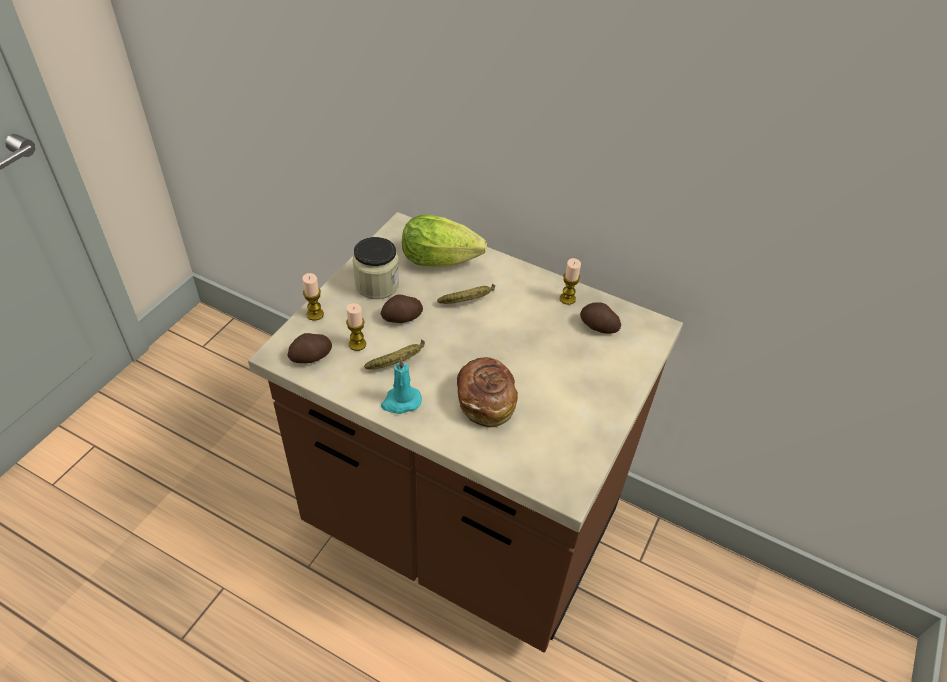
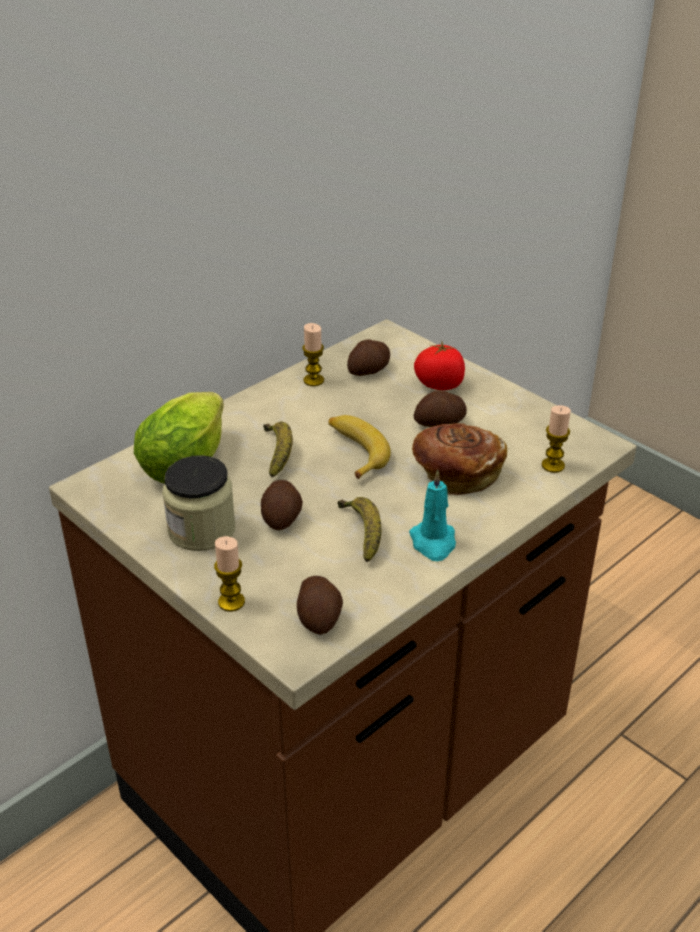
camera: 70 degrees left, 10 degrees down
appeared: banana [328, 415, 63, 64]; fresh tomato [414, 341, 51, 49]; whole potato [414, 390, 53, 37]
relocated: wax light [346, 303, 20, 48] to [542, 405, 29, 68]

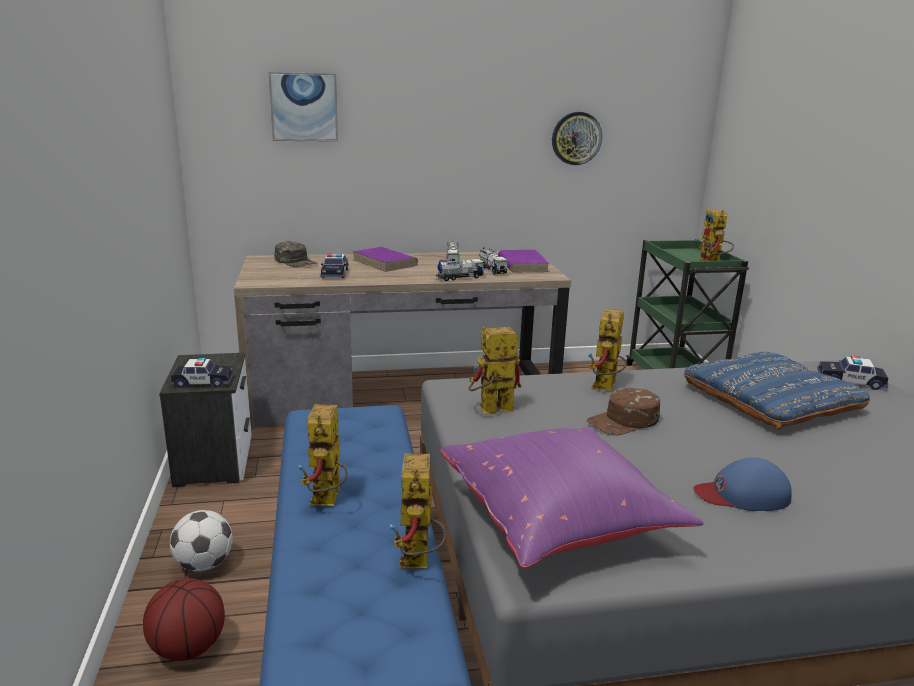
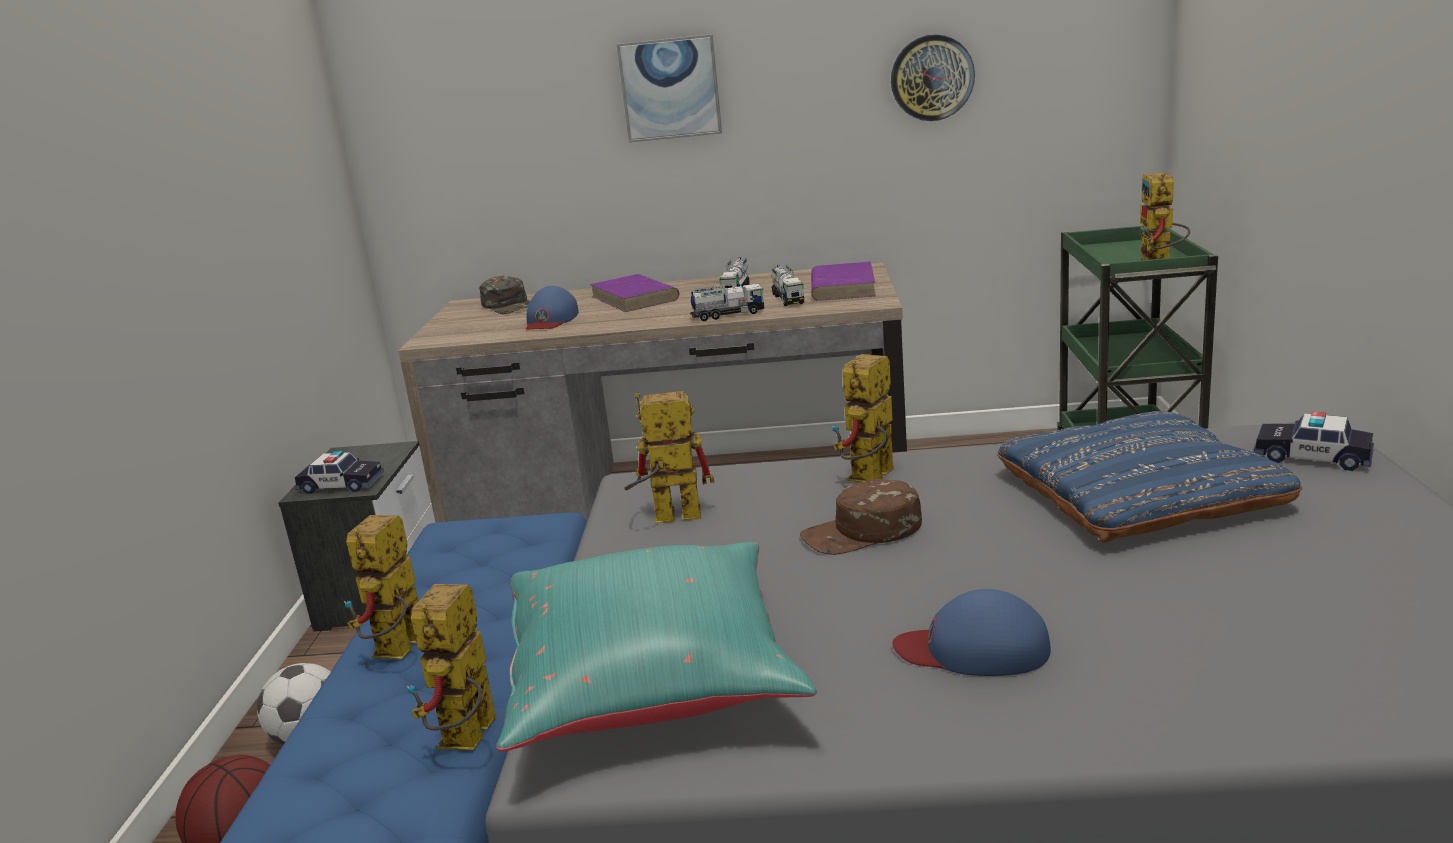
camera: 15 degrees right, 0 degrees up
relocated: wall art [269, 72, 69, 70] to [616, 34, 106, 108]
exchanged: toy car [320, 254, 29, 24] to blue cap [526, 286, 53, 44]
colour: purple throw pillow [440, 427, 263, 141] to blue-green throw pillow [496, 542, 321, 210]

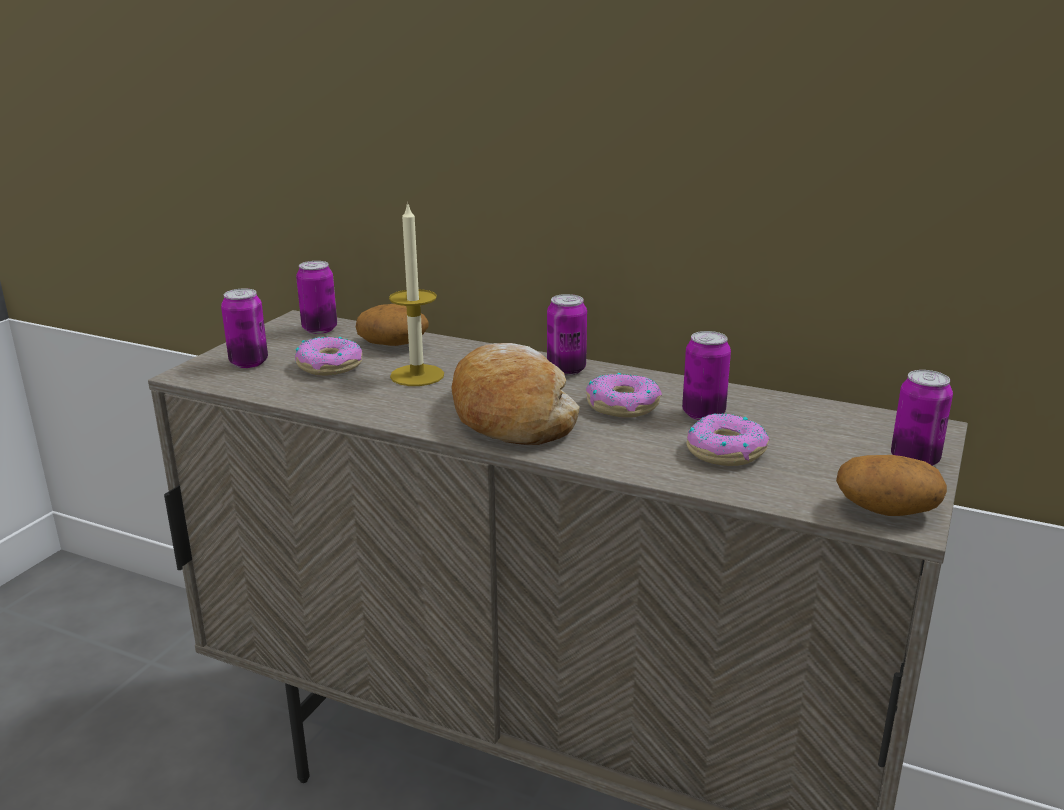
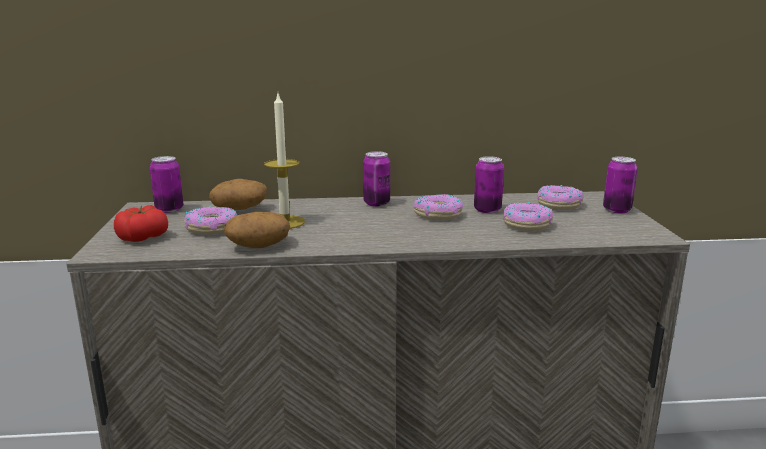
camera: 30 degrees left, 5 degrees down
missing: bakery bread [451, 343, 129, 102]
appeared: donut [538, 185, 46, 25]
relocated: whole potato [836, 455, 111, 61] to [224, 212, 66, 36]
exchanged: sealed can [221, 289, 47, 79] to fresh tomato [114, 205, 54, 37]

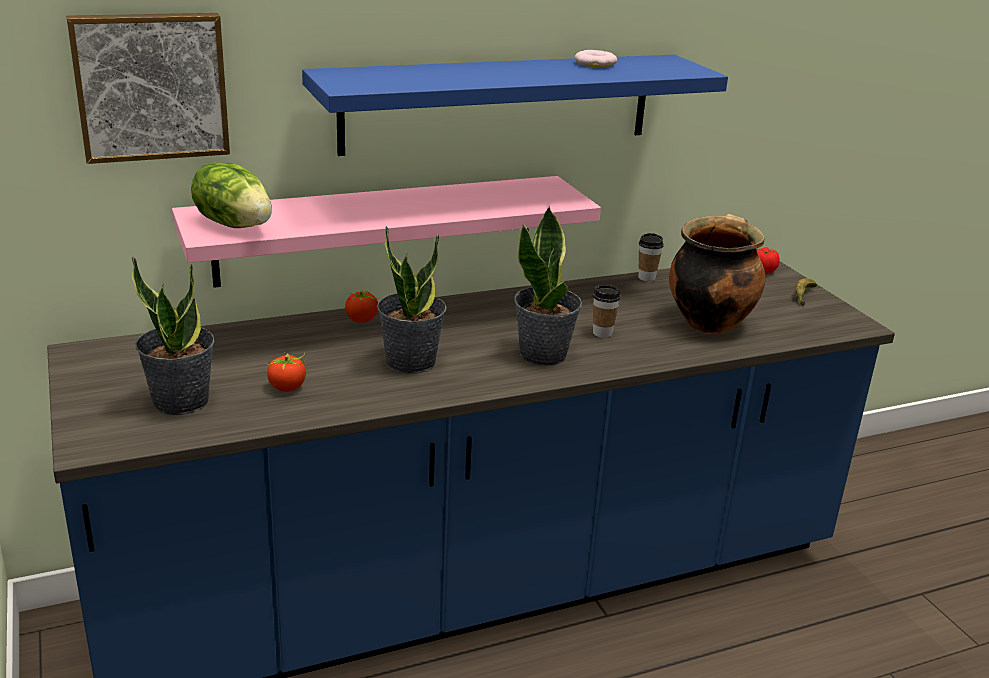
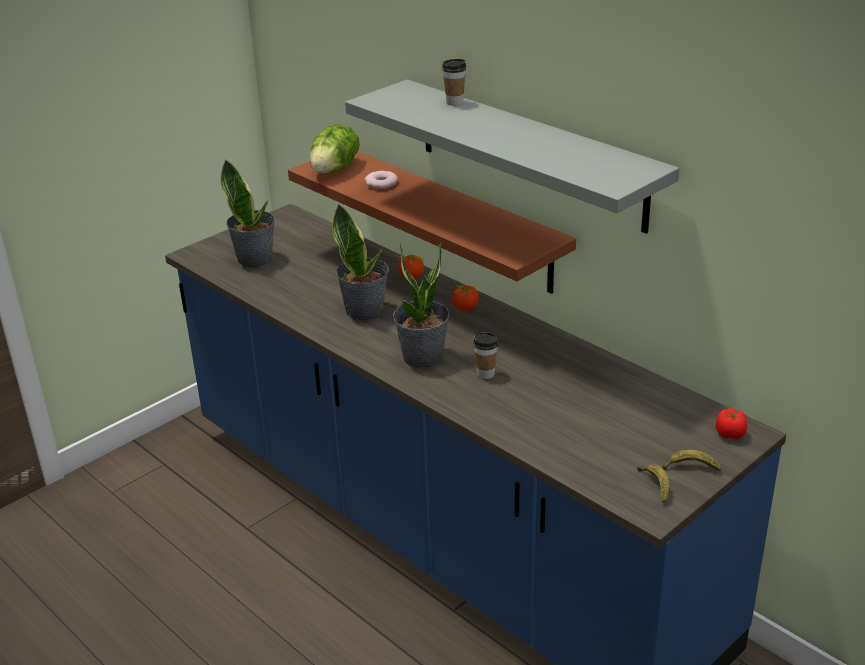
camera: 70 degrees right, 5 degrees up
missing: wall art [66, 13, 164, 151]; cooking pot [669, 214, 96, 120]
appeared: banana [637, 464, 33, 39]
relocated: donut [575, 50, 42, 18] to [365, 171, 33, 18]; cup [638, 233, 25, 48] to [442, 59, 24, 47]; fresh tomato [267, 352, 39, 40] to [452, 284, 27, 27]
colour: pinkish shelf [172, 176, 429, 112] to brown shelf [288, 152, 288, 142]; blue shelf [302, 55, 426, 101] to greyish shelf [345, 80, 334, 154]

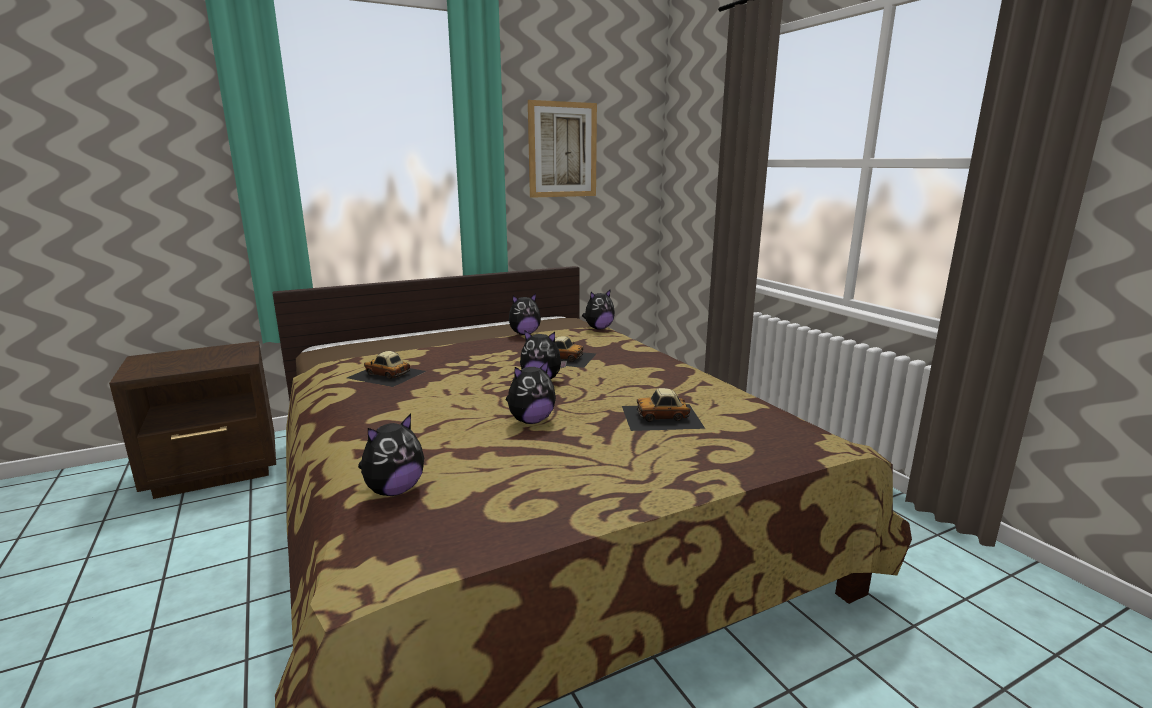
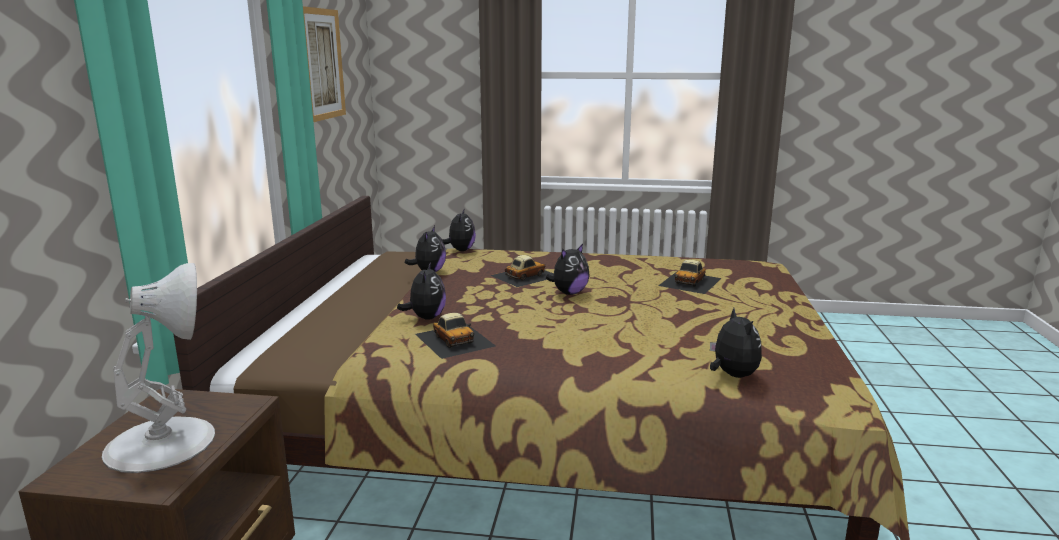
camera: 55 degrees left, 0 degrees up
appeared: white lamp for a table [102, 263, 113, 210]
relocated: plush toy [506, 361, 50, 63] to [397, 262, 49, 58]
spun: toy car [347, 351, 79, 36] = [415, 313, 80, 46] 90 degrees counterclockwise

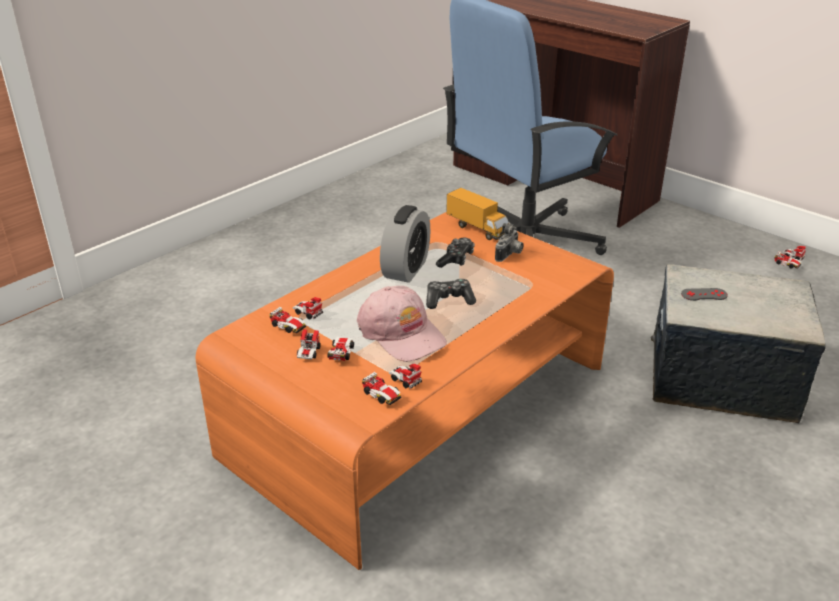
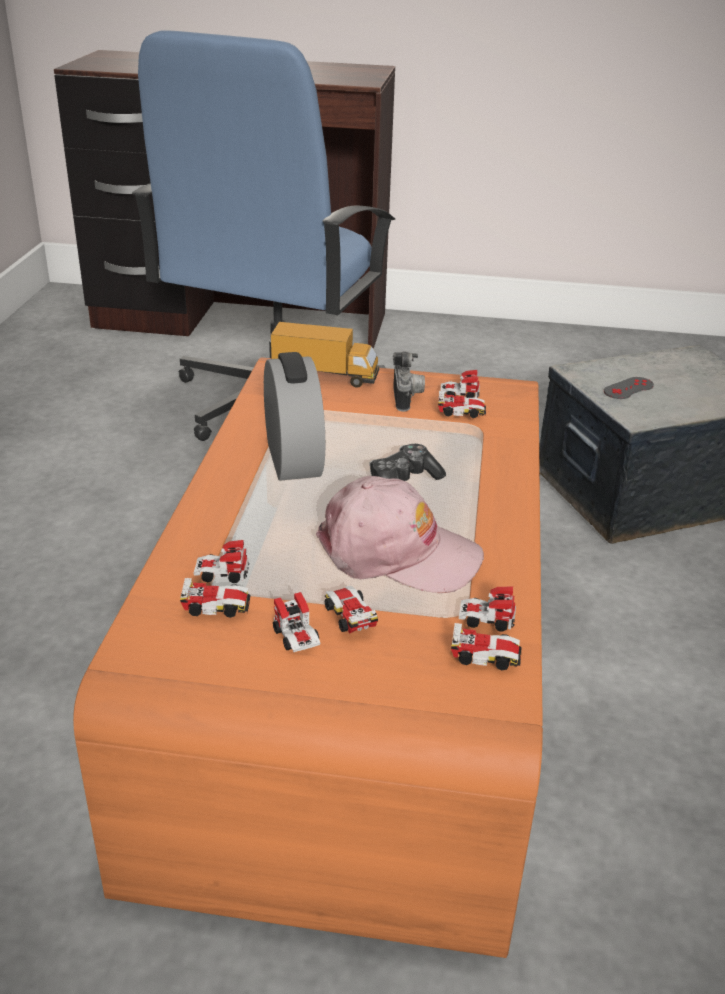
camera: 35 degrees left, 0 degrees up
missing: game controller [436, 238, 39, 30]
relocated: toy car [775, 246, 31, 22] to [438, 370, 48, 48]

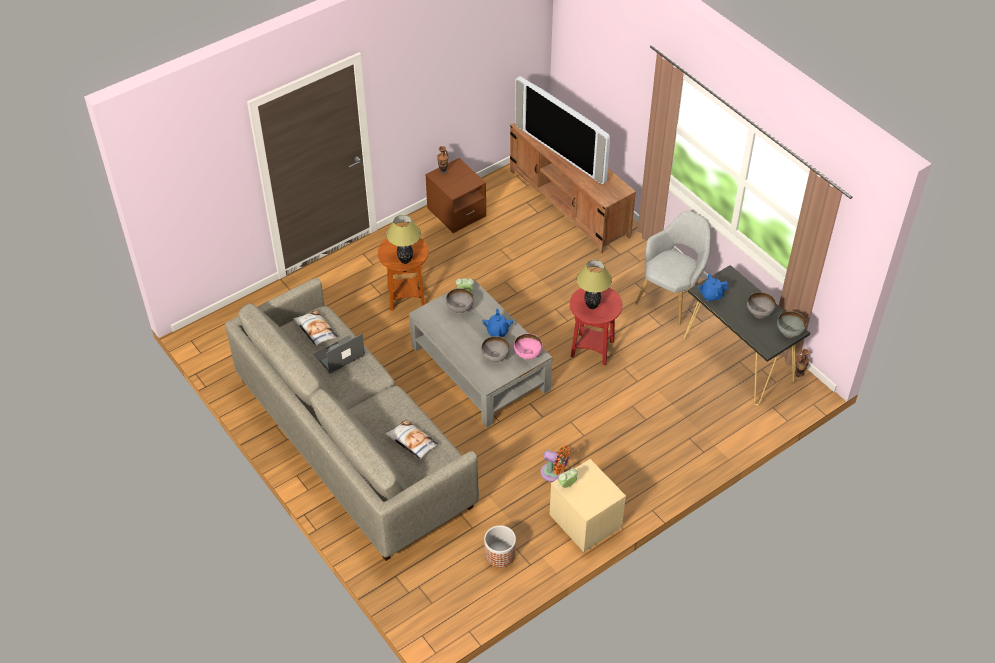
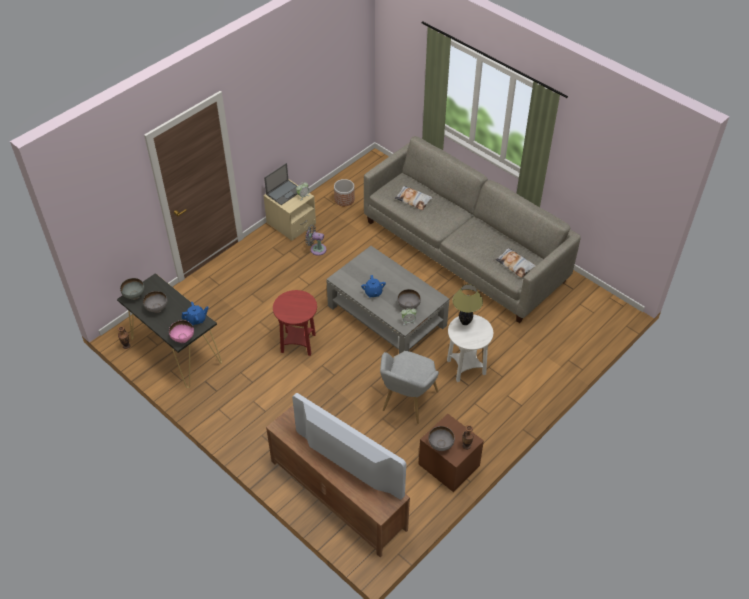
camera: 170 degrees right, 0 degrees up
missing: lamp for a table [576, 260, 36, 49]
relocated: pinkish serving bowl [514, 334, 28, 26] to [169, 320, 25, 23]; notebook computer [314, 333, 51, 41] to [264, 163, 33, 42]; greyish armchair [635, 210, 76, 116] to [380, 351, 59, 73]; greyish serving bowl [481, 336, 29, 27] to [428, 426, 27, 25]
colour: orange-coloured electric fan [540, 445, 30, 37] to greyish electric fan [305, 224, 21, 32]; brown accent table [378, 238, 51, 73] to white accent table [447, 314, 46, 68]

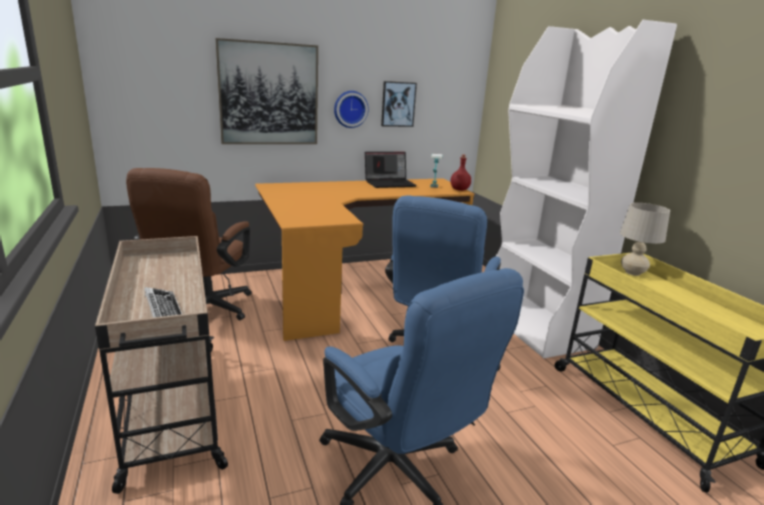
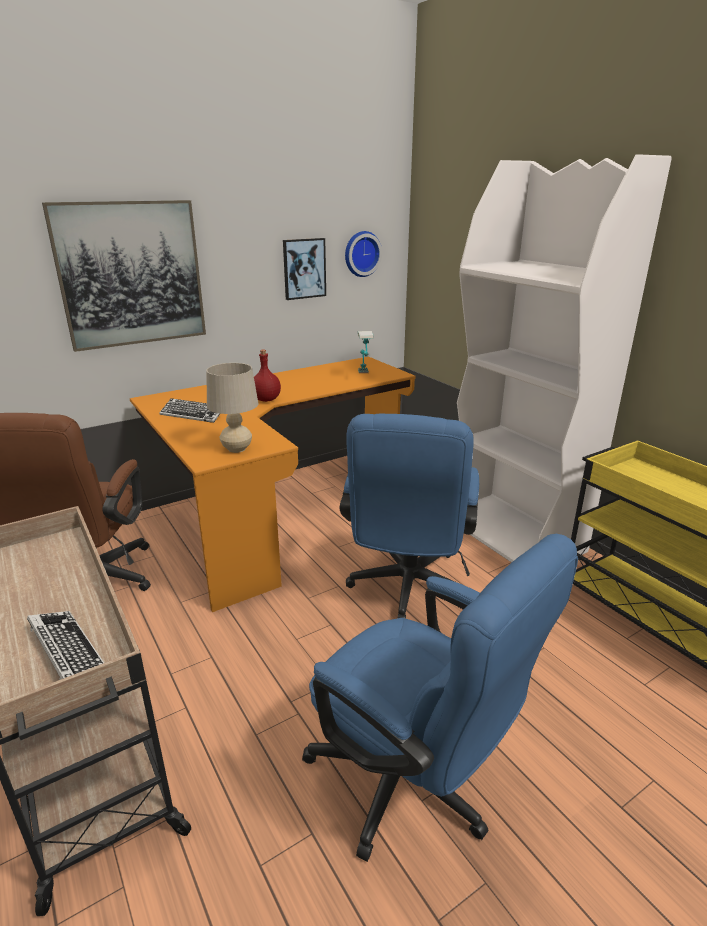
camera: 10 degrees left, 5 degrees up
missing: notebook computer [365, 152, 52, 36]
appeared: PC keyboard [159, 398, 61, 25]
relocated: beige lamp for a table [620, 203, 50, 73] to [206, 363, 53, 90]; reddish bottle [450, 155, 21, 36] to [254, 350, 27, 52]; wall clock [334, 91, 35, 37] to [345, 231, 37, 46]

